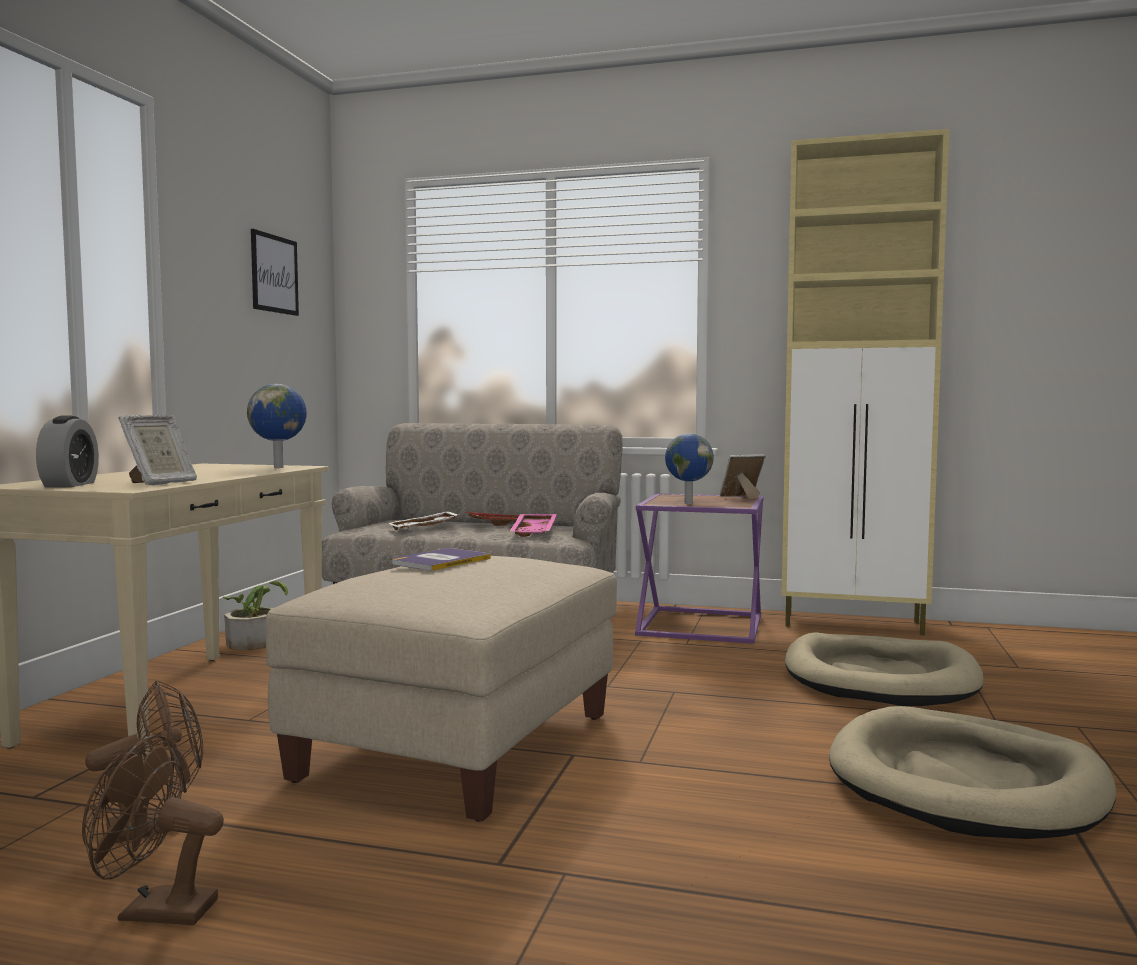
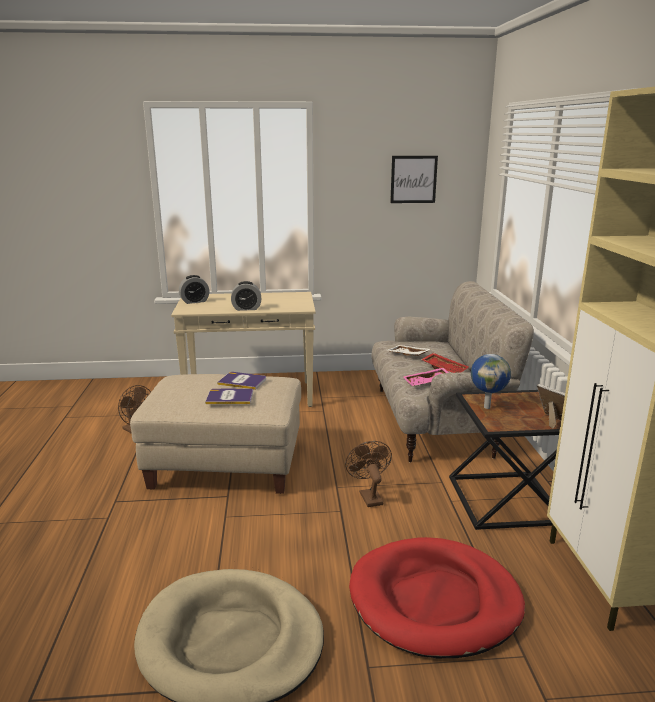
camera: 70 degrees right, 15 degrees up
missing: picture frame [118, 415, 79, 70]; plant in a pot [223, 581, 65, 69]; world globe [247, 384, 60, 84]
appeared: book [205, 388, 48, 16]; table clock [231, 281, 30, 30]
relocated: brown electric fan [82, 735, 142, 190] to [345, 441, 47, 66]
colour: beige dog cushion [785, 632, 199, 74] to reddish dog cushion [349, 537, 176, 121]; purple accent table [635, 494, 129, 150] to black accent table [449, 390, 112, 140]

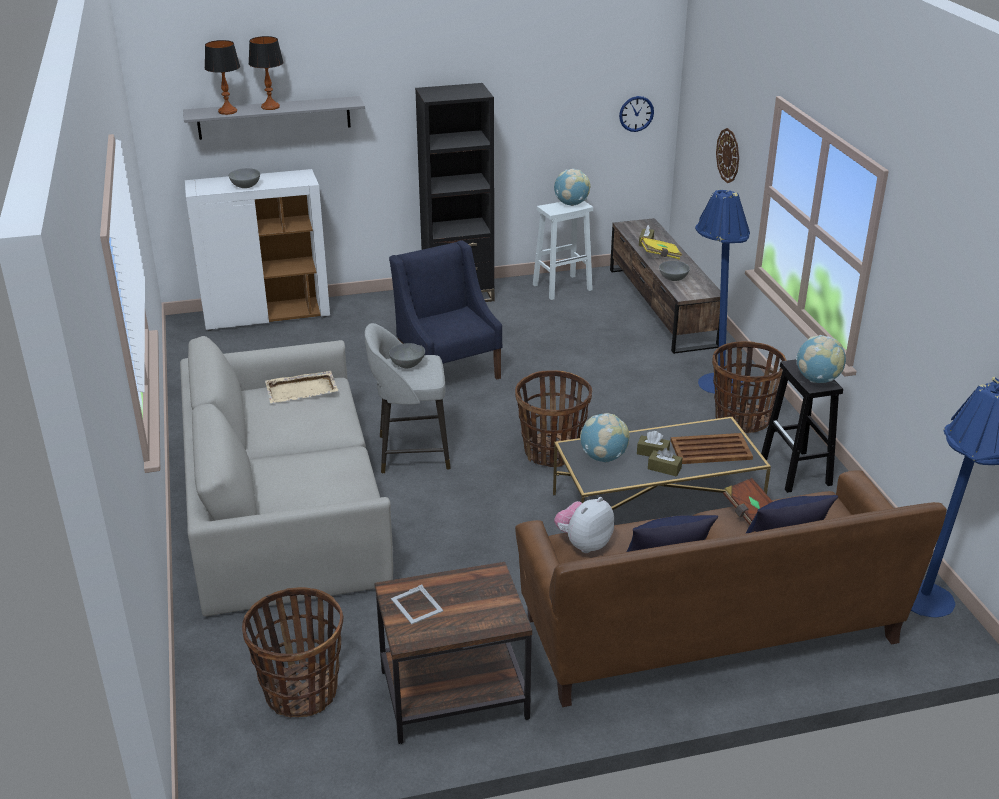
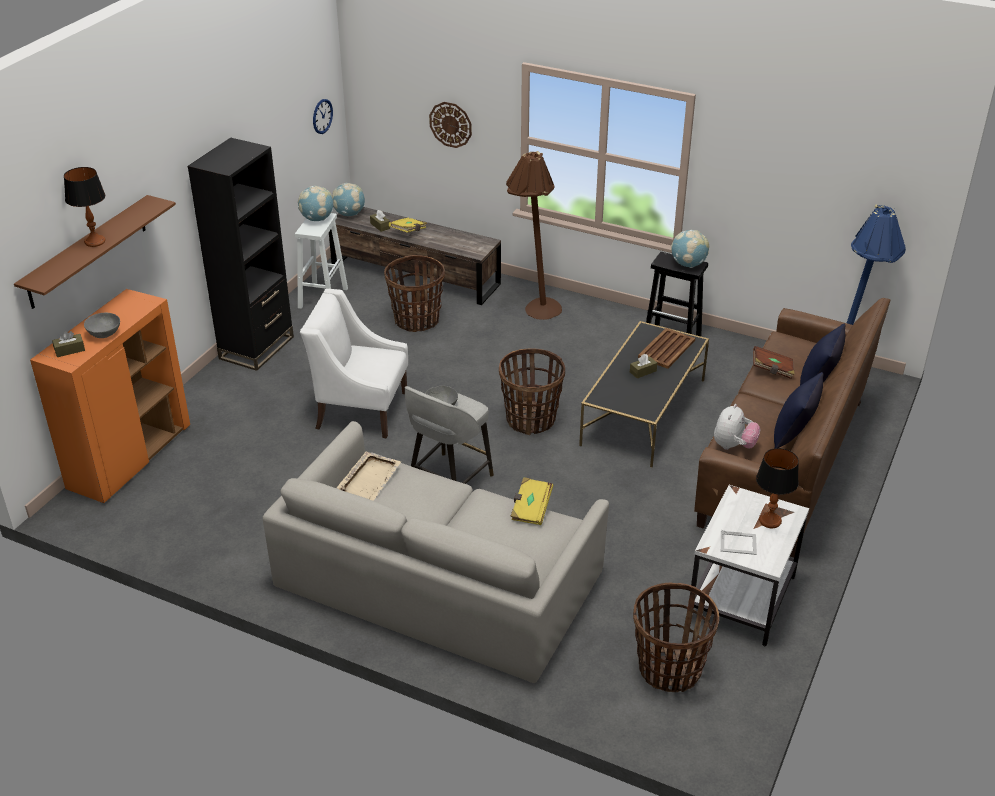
camera: 50 degrees left, 5 degrees up
missing: greyish serving bowl [659, 261, 31, 20]
appeared: yellowish book [510, 477, 43, 48]
relocated: brown tissue holder [648, 448, 34, 29] to [52, 331, 33, 26]; world globe [580, 413, 50, 50] to [332, 183, 33, 33]; basket [712, 341, 74, 92] to [384, 255, 61, 77]; lamp for a table [205, 40, 35, 75] to [756, 448, 43, 80]
colour: greyish shelf [183, 96, 182, 44] to brown shelf [14, 195, 162, 114]; white cabinet [185, 169, 145, 162] to orange-coloured cabinet [30, 289, 160, 214]; blue armchair [389, 240, 114, 139] to white armchair [300, 289, 108, 149]; blue floor lamp [695, 190, 55, 204] to brown floor lamp [506, 151, 56, 169]; brown accent table [374, 562, 158, 182] to white accent table [691, 485, 118, 162]
spun: plush toy [554, 497, 60, 56] = [714, 404, 47, 46] 150 degrees counterclockwise

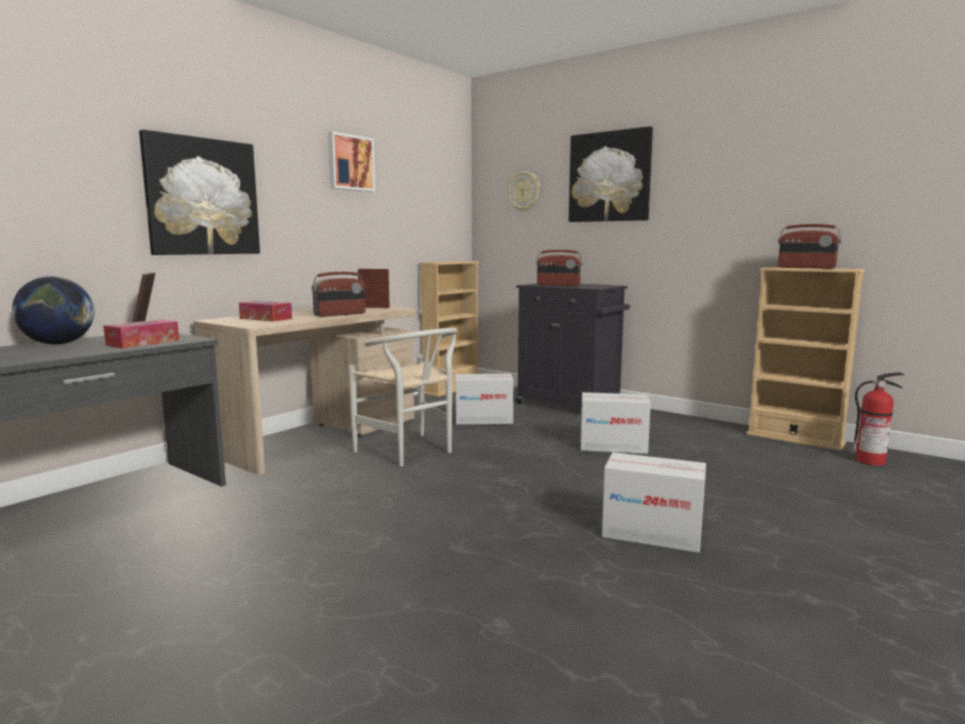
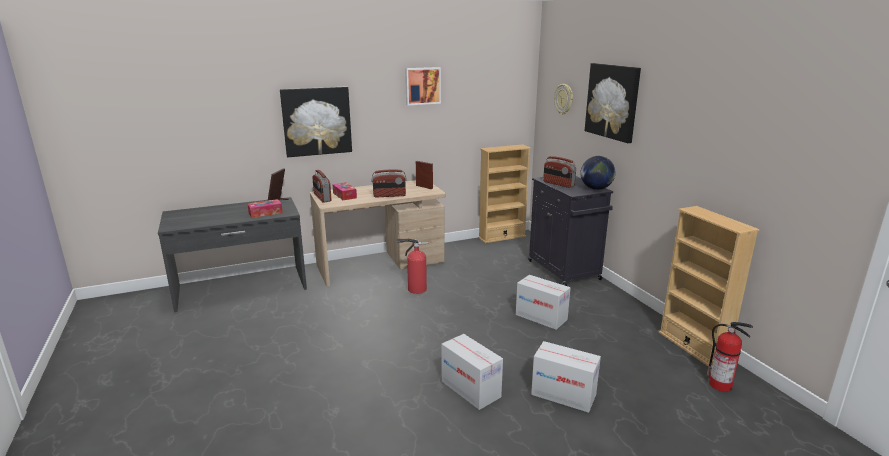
camera: 30 degrees right, 10 degrees up
relocated: radio set [778, 224, 64, 45] to [312, 170, 20, 33]; packing box [456, 374, 58, 51] to [531, 341, 70, 72]; world globe [12, 276, 82, 68] to [580, 156, 36, 34]
exchanged: white plain chair [348, 328, 110, 138] to fire-fighting cylinder [397, 239, 31, 55]

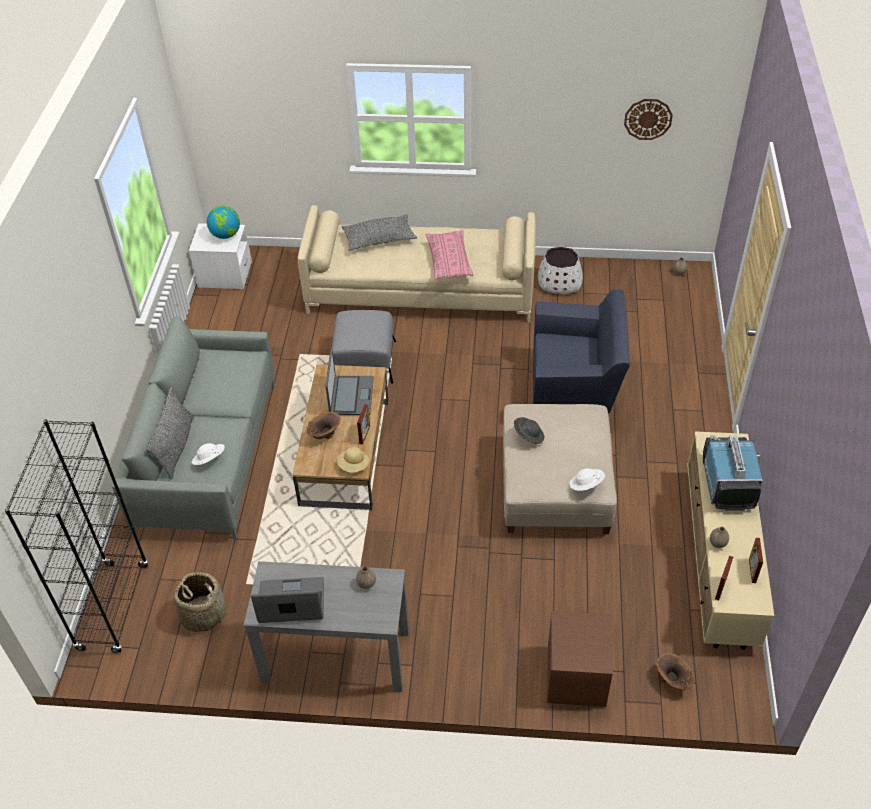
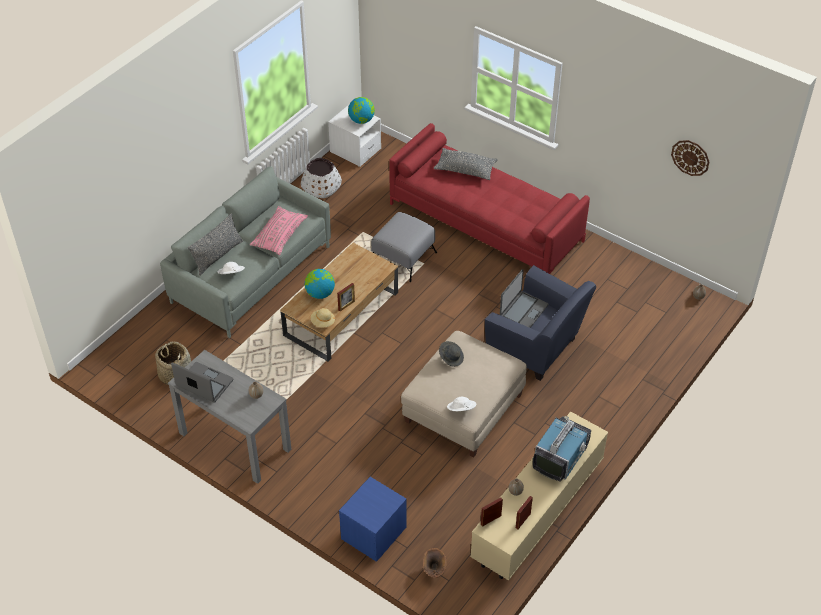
camera: 30 degrees right, 0 degrees up
missing: black bookcase [5, 419, 143, 234]
relocated: pinkish throw pillow [426, 230, 48, 49] to [250, 206, 58, 49]; white planter [538, 247, 45, 47] to [301, 158, 41, 40]; notebook computer [326, 349, 48, 66] to [500, 269, 48, 59]
exchanged: brown flower vase [306, 412, 35, 27] to world globe [305, 269, 30, 30]
colour: brown night table [547, 611, 66, 96] to blue night table [339, 477, 68, 85]; beige sofa [298, 205, 238, 118] to reddish sofa [389, 123, 201, 151]

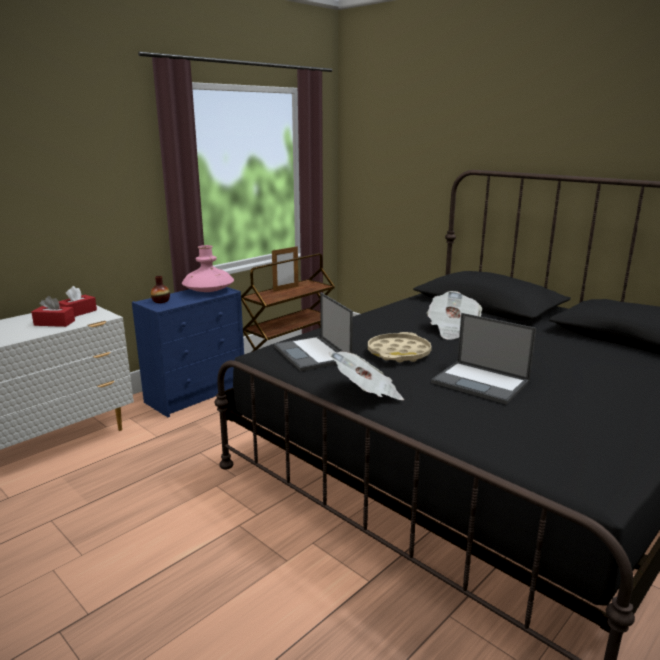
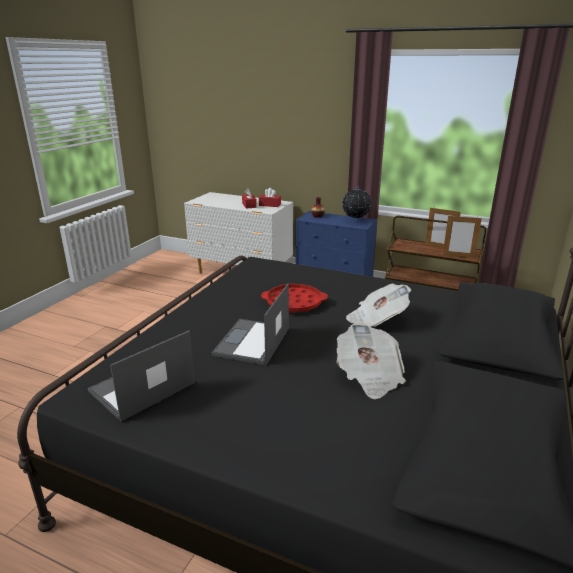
camera: 70 degrees right, 5 degrees up
appeared: picture frame [443, 216, 39, 42]
relocated: notebook computer [274, 292, 79, 79] to [88, 330, 107, 92]; newspaper [329, 351, 76, 49] to [337, 323, 69, 76]
exchanged: pinkish flower vase [182, 245, 52, 47] to world globe [342, 188, 29, 34]
colour: beige carrying tray [368, 332, 64, 31] to reddish carrying tray [261, 284, 67, 29]

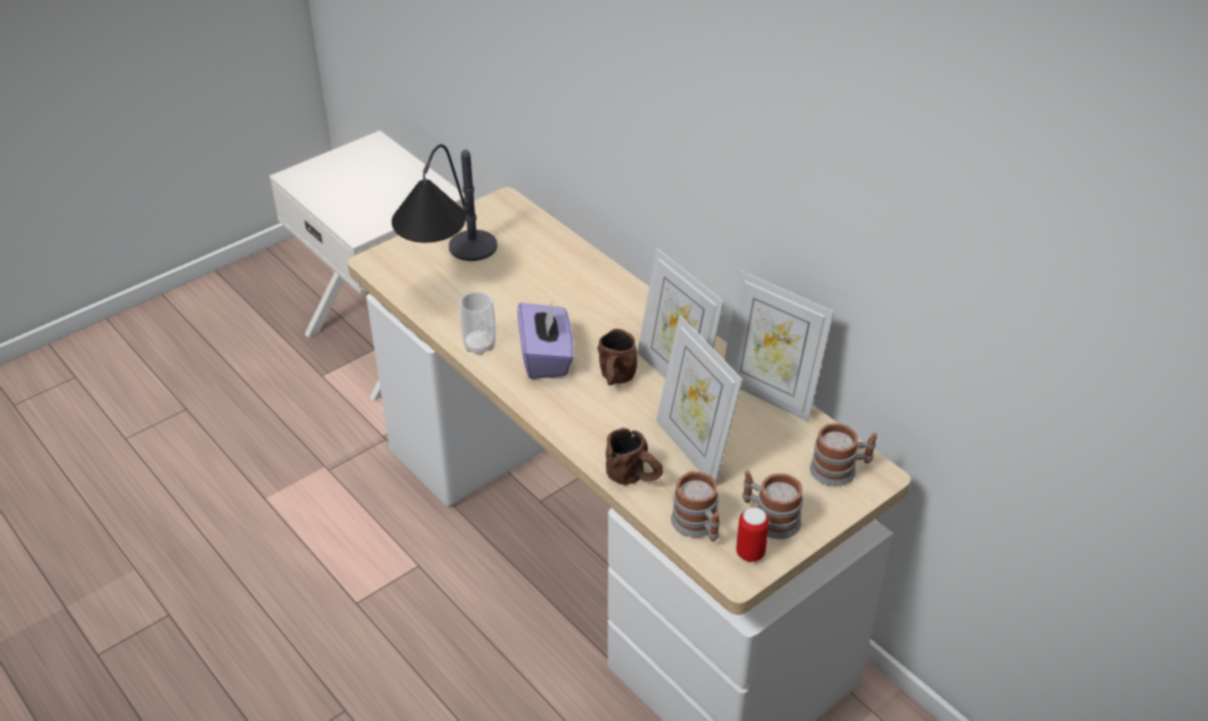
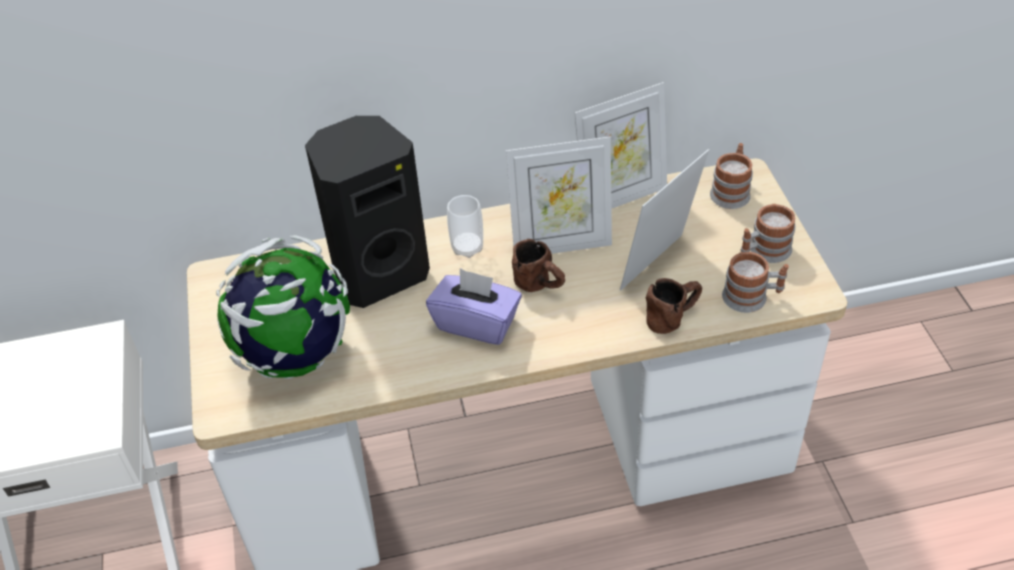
camera: 60 degrees left, 5 degrees up
missing: sealed can [736, 507, 33, 55]
appeared: black audio speaker [305, 116, 125, 192]
relocated: cup [460, 292, 36, 63] to [447, 195, 36, 63]
exchanged: lamp for a table [392, 144, 105, 117] to world globe [216, 235, 134, 144]
spun: picture frame [656, 315, 87, 166] = [620, 149, 89, 142] 135 degrees clockwise

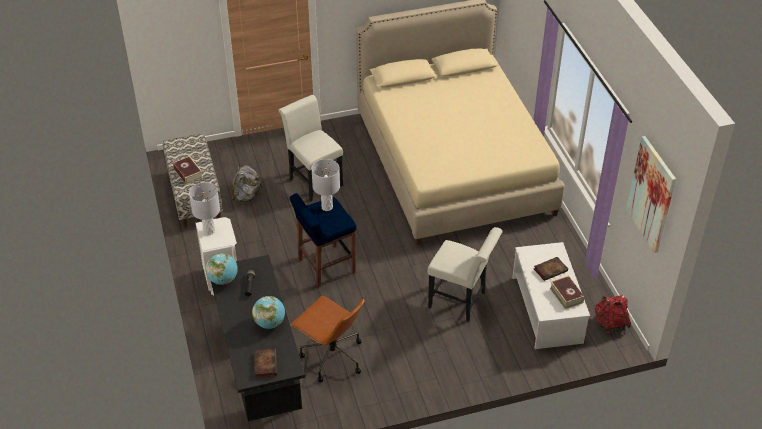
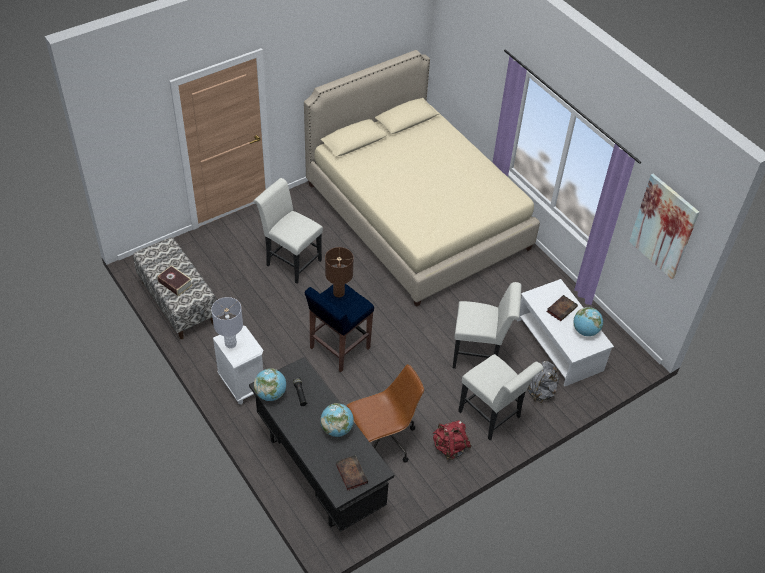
camera: 20 degrees left, 5 degrees up
appeared: white plain chair [458, 354, 86, 86]
relocated: reddish rucksack [595, 295, 36, 39] to [433, 420, 39, 40]; greyish rucksack [231, 165, 31, 38] to [528, 361, 31, 42]
exchanged: book [550, 275, 34, 34] to world globe [573, 307, 30, 29]
colour: greyish lamp for a table [311, 159, 29, 52] to brown lamp for a table [325, 247, 28, 51]
spun: brown office chair [290, 296, 75, 86] = [346, 364, 78, 99] 45 degrees counterclockwise

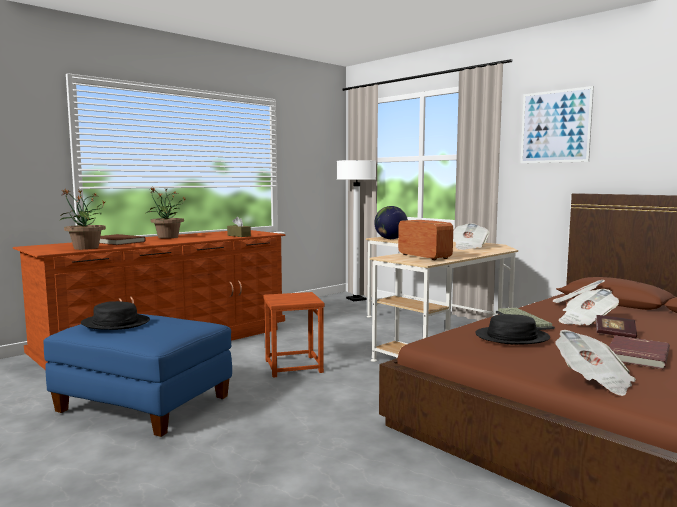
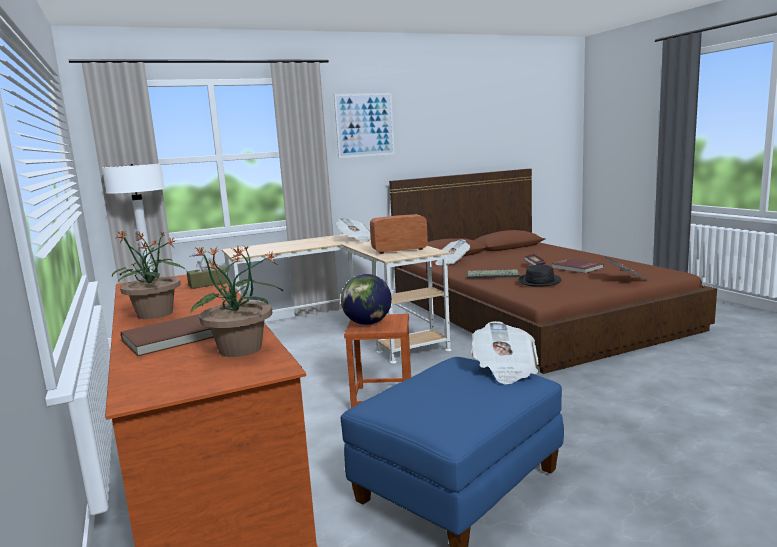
camera: 70 degrees left, 5 degrees up
missing: black clothing hat [81, 301, 69, 29]
relocated: world globe [374, 206, 34, 33] to [341, 274, 51, 51]; newspaper [558, 289, 61, 36] to [471, 321, 68, 63]

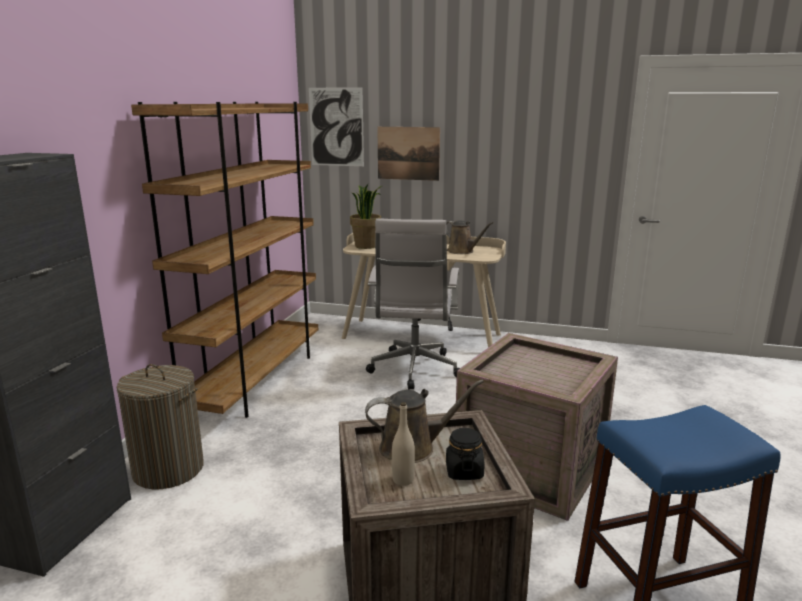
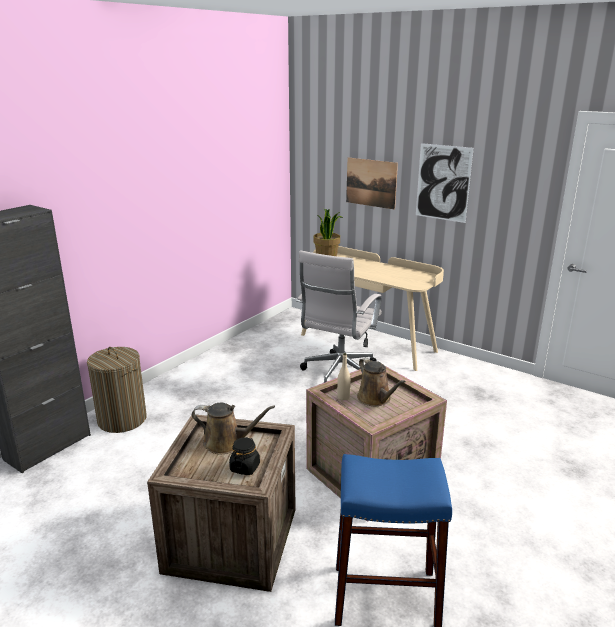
camera: 20 degrees right, 5 degrees up
missing: brown bookcase [131, 102, 187, 316]
relocated: beige bottle [392, 402, 23, 84] to [337, 353, 14, 47]; brown watering pot [446, 220, 48, 34] to [357, 357, 49, 49]; wall art [309, 87, 55, 79] to [416, 143, 58, 80]

